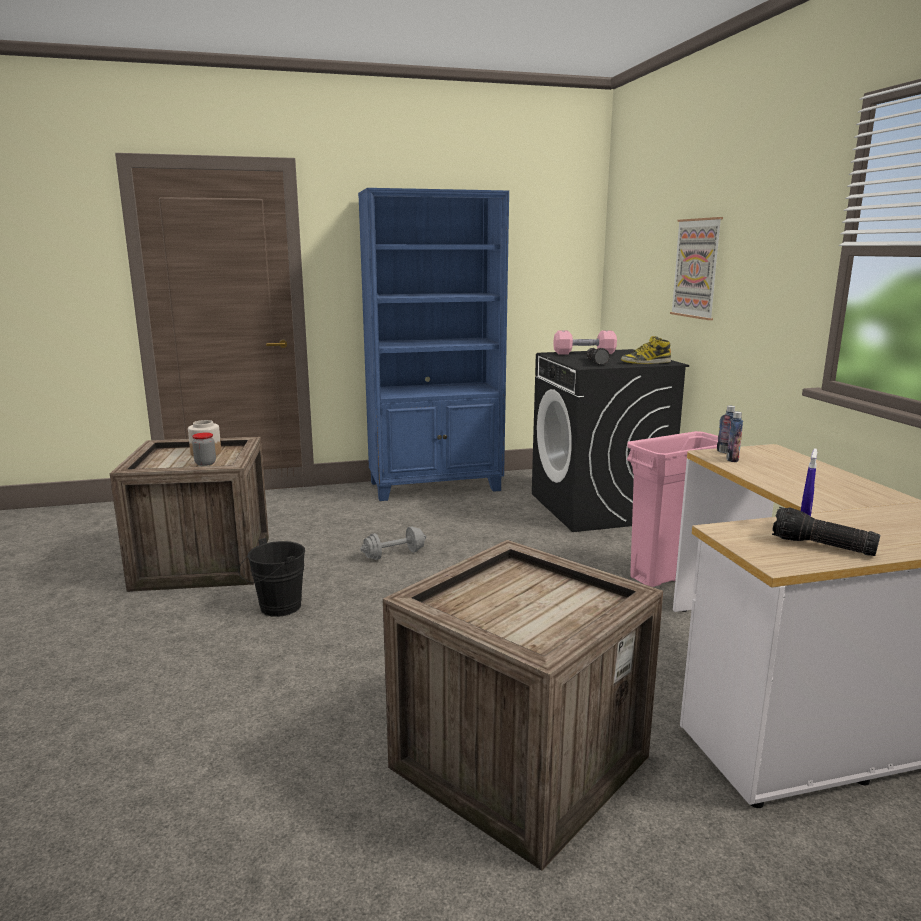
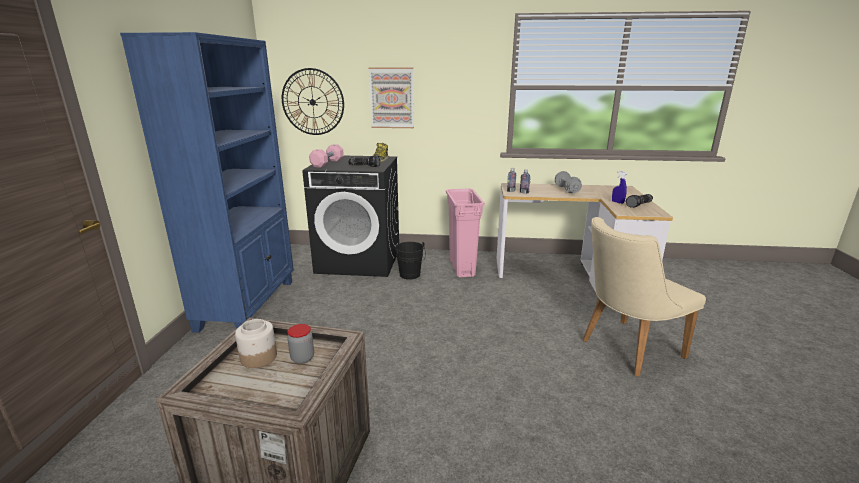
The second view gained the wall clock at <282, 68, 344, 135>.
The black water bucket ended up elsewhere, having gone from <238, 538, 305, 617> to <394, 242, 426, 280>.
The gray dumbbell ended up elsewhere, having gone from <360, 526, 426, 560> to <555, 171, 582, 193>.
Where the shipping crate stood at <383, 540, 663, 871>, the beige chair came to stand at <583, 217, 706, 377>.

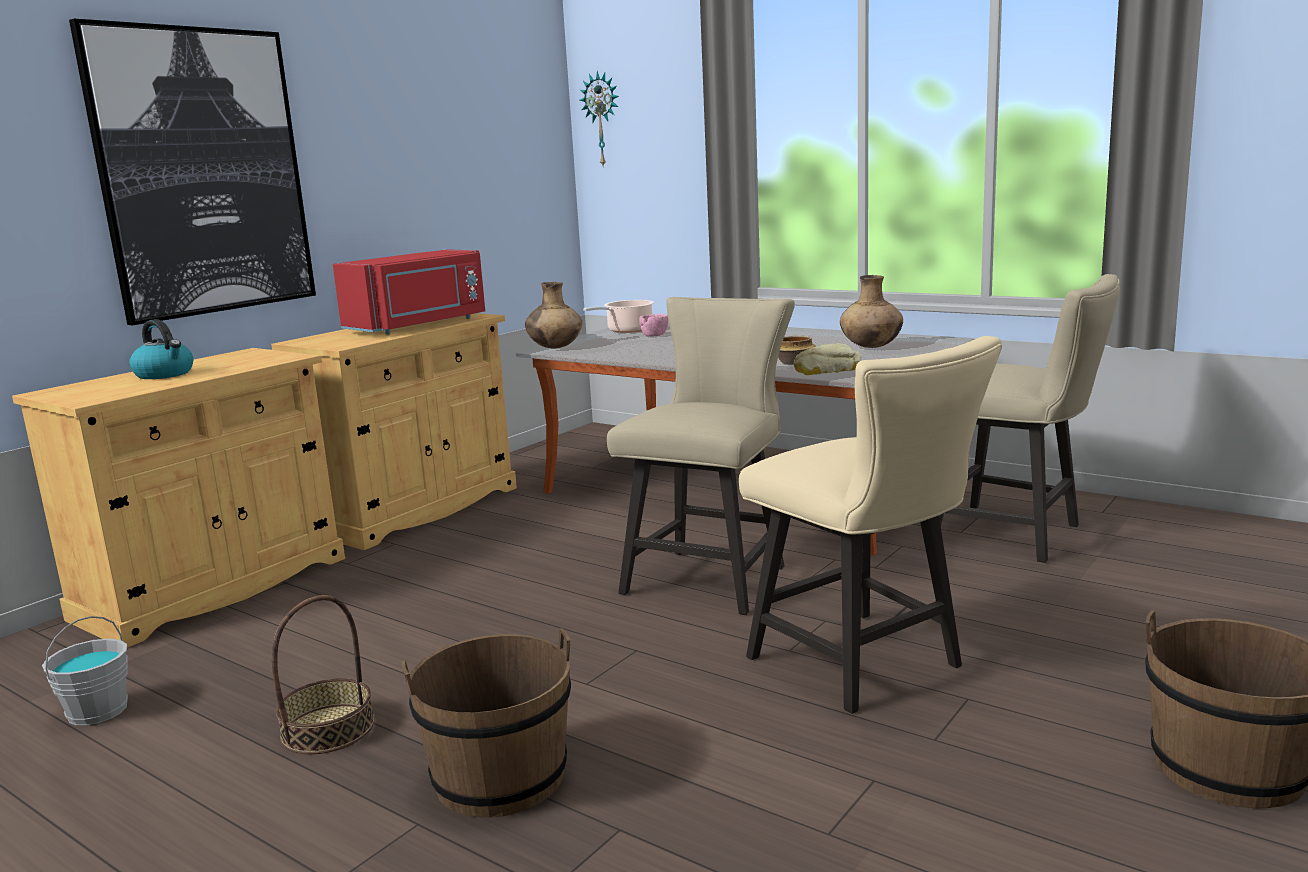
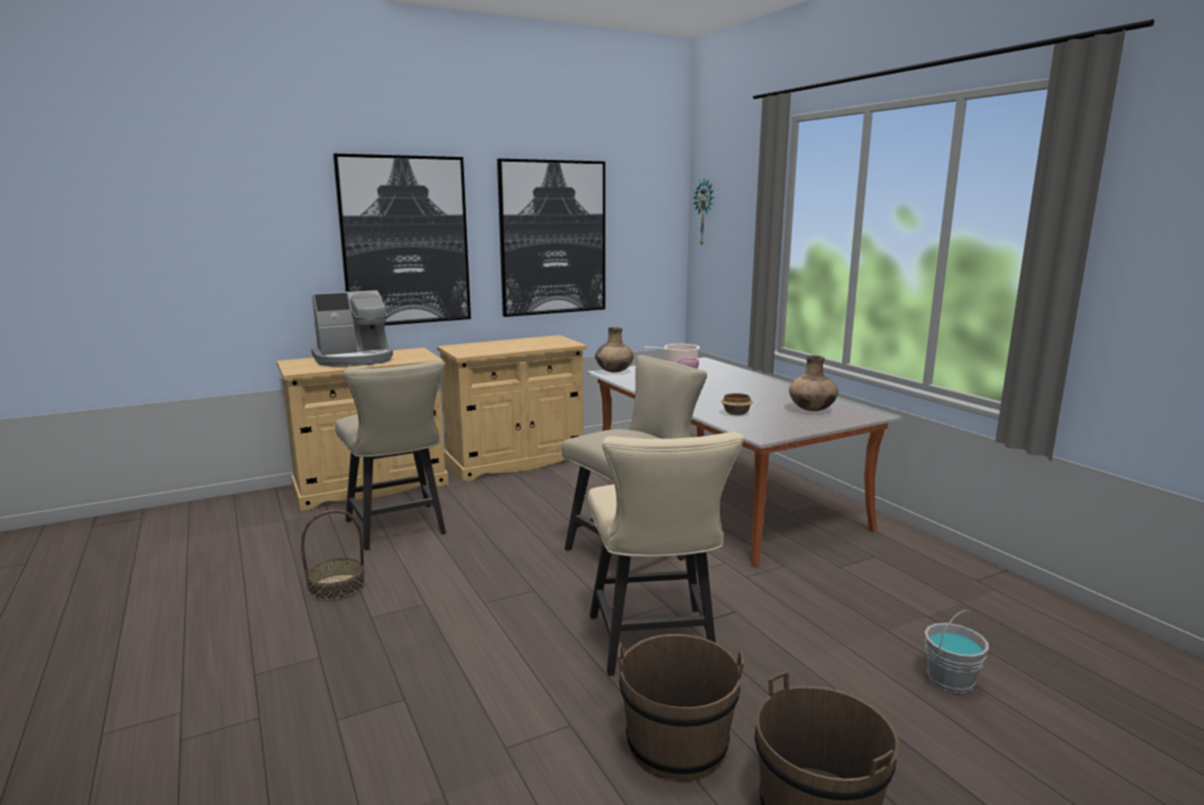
Where the water kettle stood at <129, 319, 193, 379>, the coffee maker came to stand at <311, 290, 393, 367>.
The beige chair ended up elsewhere, having gone from <939, 274, 1120, 563> to <335, 360, 446, 550>.
The second view gained the wall art at <497, 159, 605, 317>.
The brown water bucket ended up elsewhere, having gone from <402, 628, 571, 818> to <618, 634, 744, 782>.
The gray water bucket ended up elsewhere, having gone from <42, 616, 128, 726> to <924, 610, 989, 694>.
The second view lost the red microwave oven at <333, 249, 485, 334>.
The second view lost the bakery bread at <794, 343, 861, 375>.

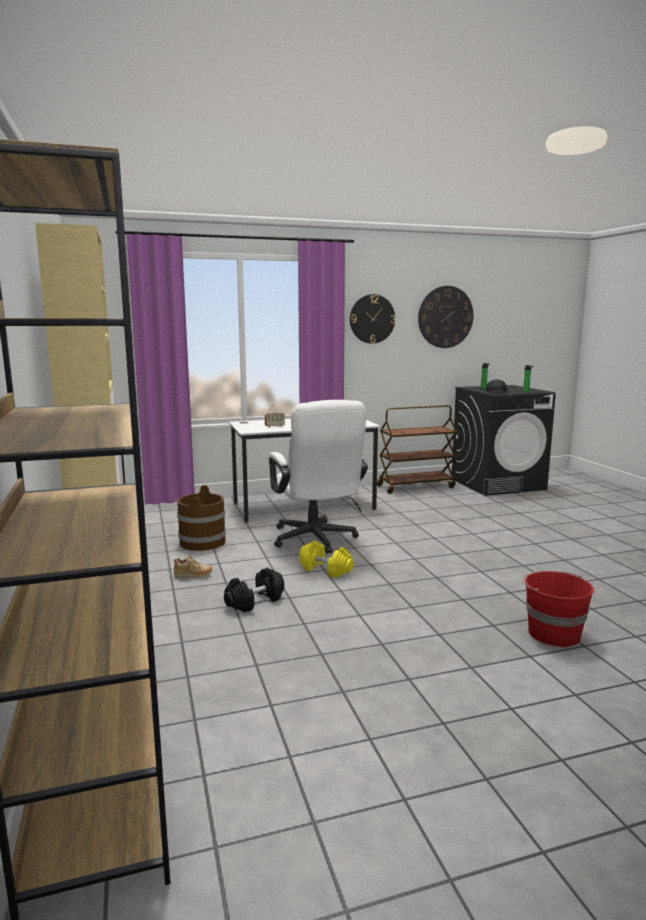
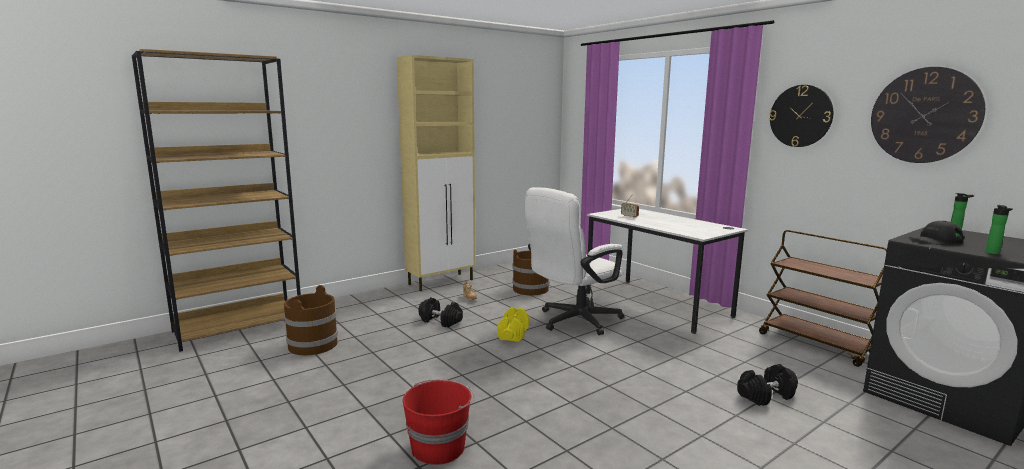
The second view gained the brown water bucket at <284, 285, 338, 355>.
The second view gained the black dumbbell at <737, 364, 798, 406>.

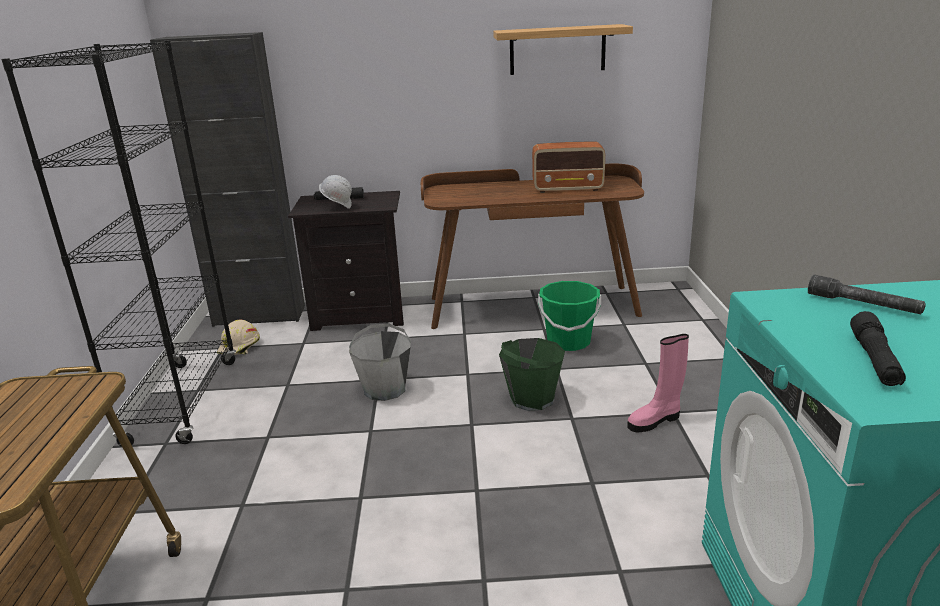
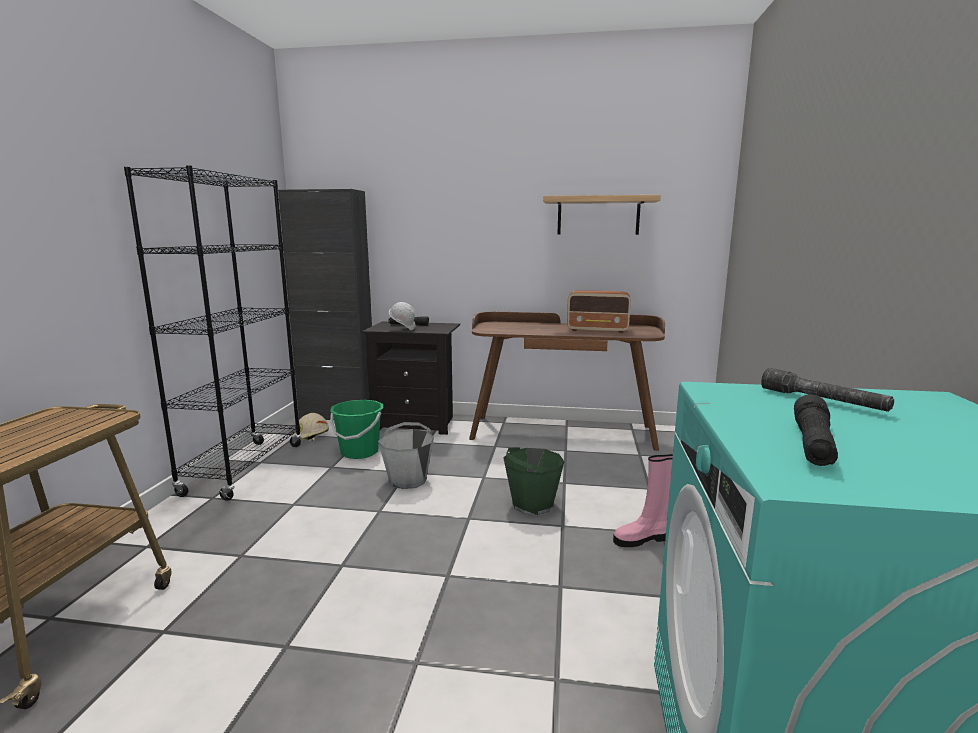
The green-coloured water bucket ended up elsewhere, having gone from <538, 281, 601, 351> to <330, 400, 383, 459>.

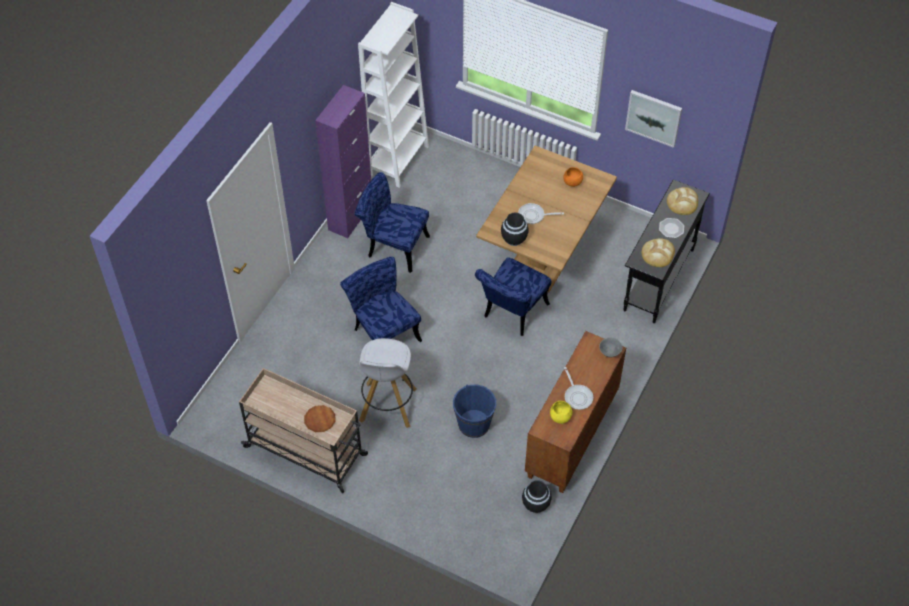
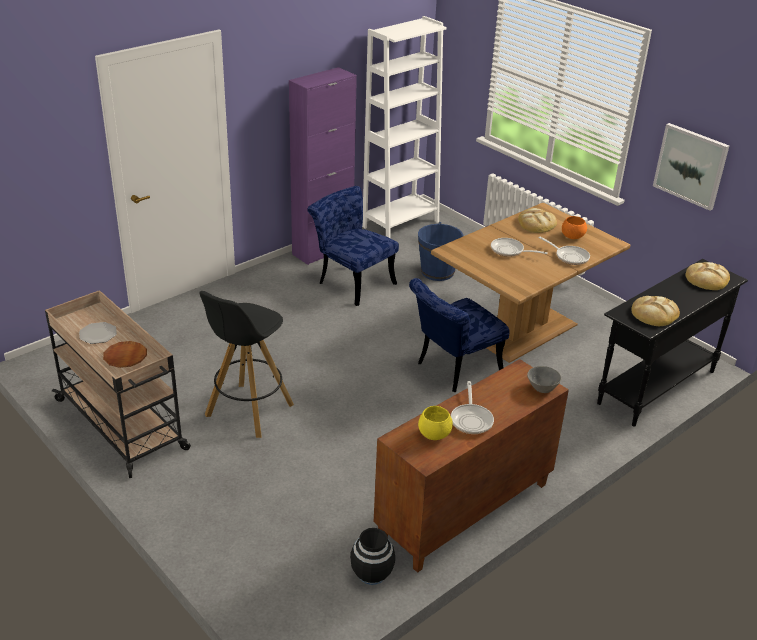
The flat dish ended up elsewhere, having gone from <659, 218, 684, 238> to <79, 322, 117, 344>.
What was the white stool seat at <359, 338, 417, 428> turned into the black stool seat at <199, 291, 294, 438>.
The blue water bucket ended up elsewhere, having gone from <453, 385, 496, 438> to <418, 222, 463, 281>.
The second view gained the bakery bread at <518, 208, 557, 233>.
The second view gained the frying pan at <538, 236, 590, 265>.
The second view lost the blue chair at <340, 257, 422, 342>.
The second view lost the black decorative vase at <501, 212, 529, 246>.

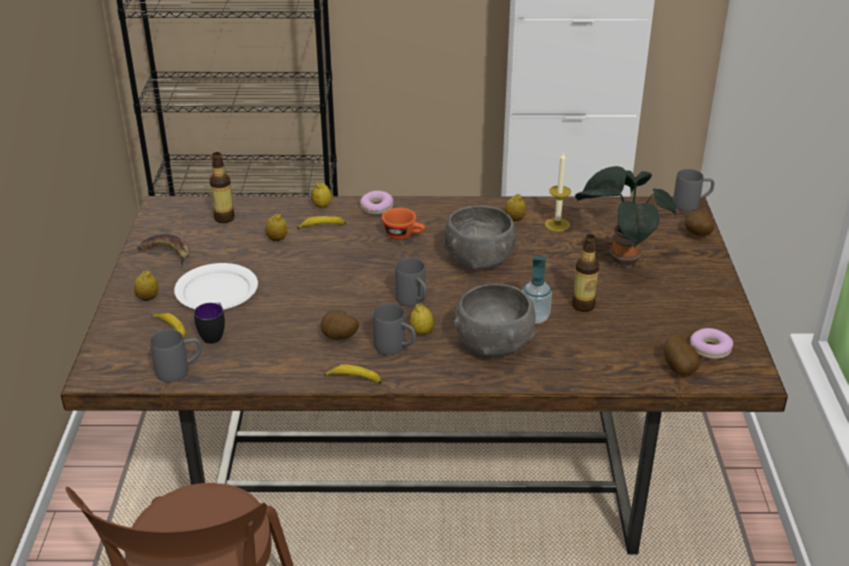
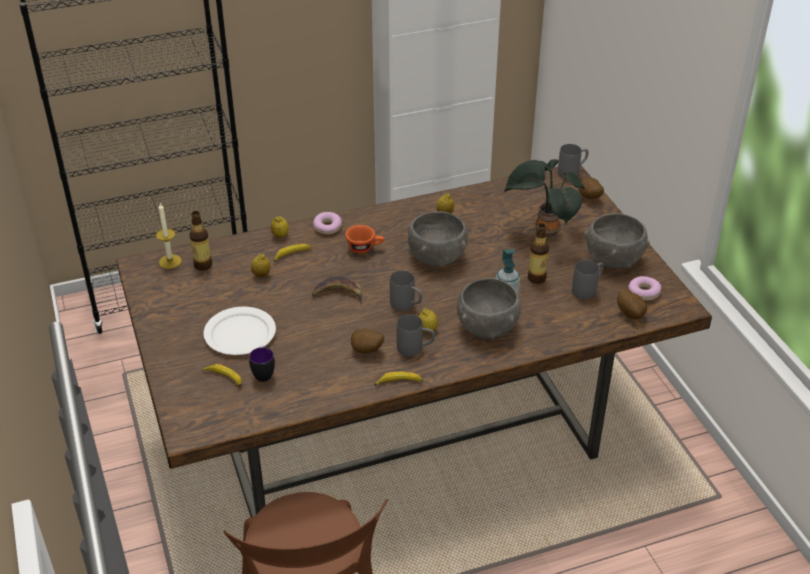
The wax light ended up elsewhere, having gone from <545, 151, 571, 232> to <156, 203, 182, 269>.
The banana ended up elsewhere, having gone from <137, 234, 190, 268> to <312, 277, 362, 304>.
The gray tea mug ended up elsewhere, having gone from <150, 329, 202, 383> to <572, 260, 604, 300>.
The second view gained the gray bowl at <584, 213, 650, 268>.
The second view lost the lemon at <134, 270, 159, 301>.

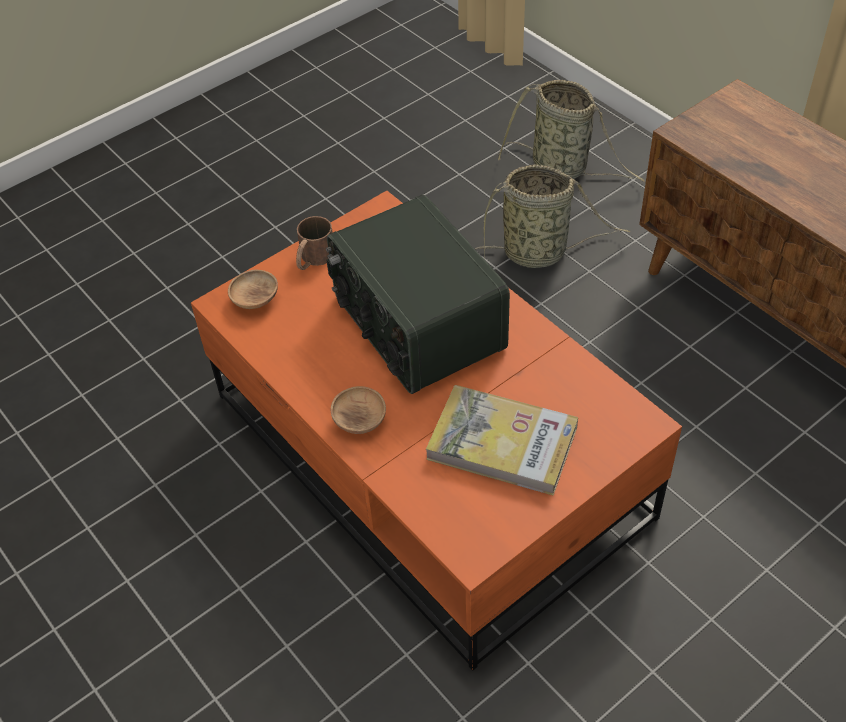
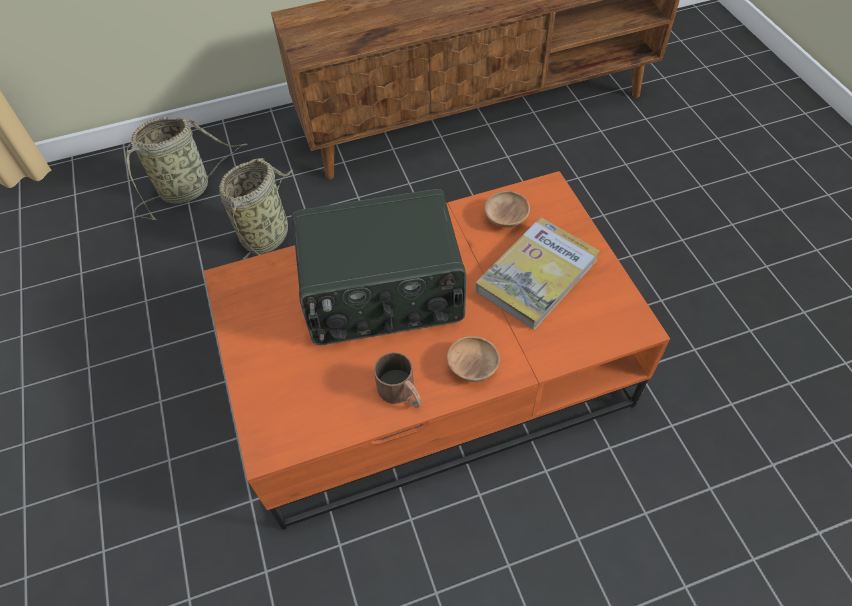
The brown tea mug ended up elsewhere, having gone from <296, 216, 333, 270> to <374, 352, 422, 408>.
The brown bowl ended up elsewhere, having gone from <228, 270, 278, 309> to <485, 191, 530, 228>.

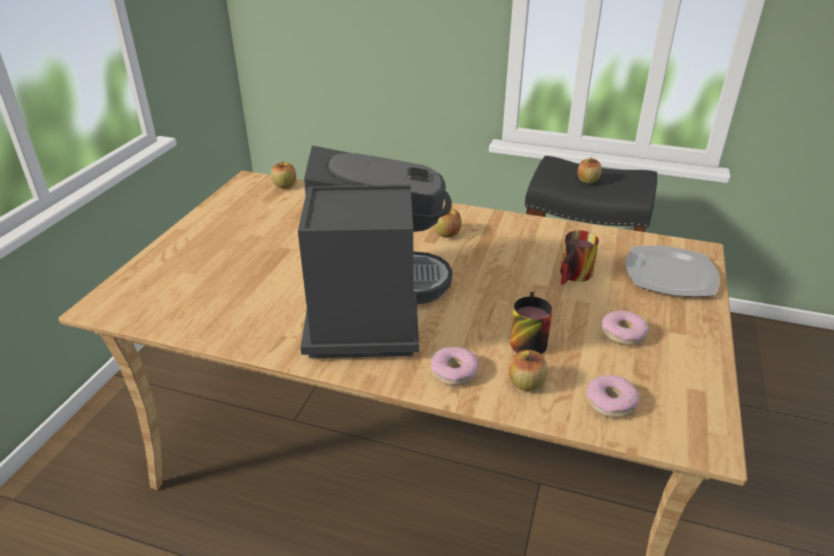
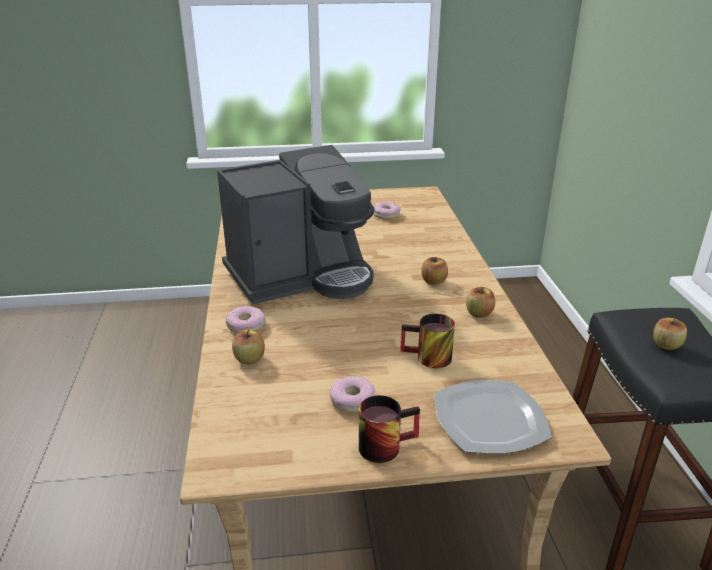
The tea mug ended up elsewhere, having gone from <510, 292, 552, 354> to <359, 395, 420, 463>.
The doughnut ended up elsewhere, having gone from <587, 375, 640, 418> to <373, 202, 401, 219>.
The apple ended up elsewhere, having gone from <271, 161, 296, 189> to <466, 287, 495, 318>.

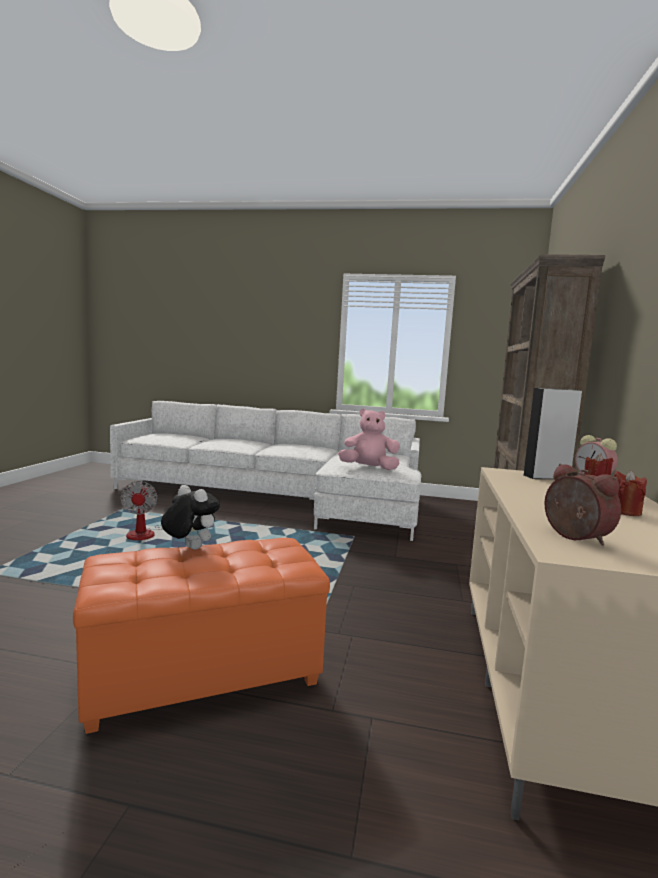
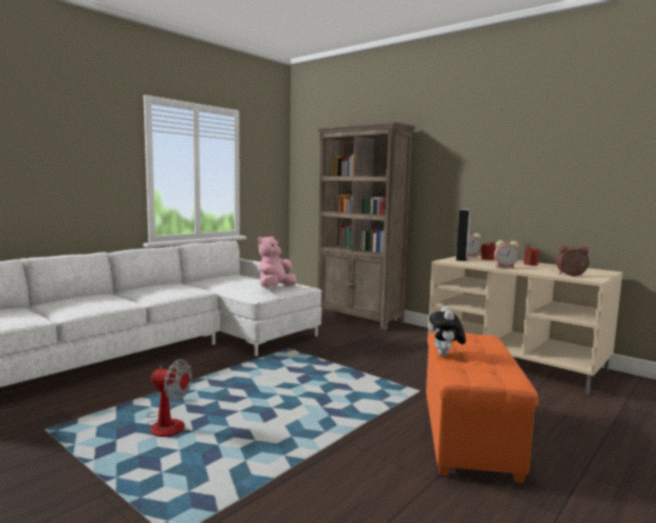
The cuddly toy at <161, 485, 220, 550> ended up facing another way, 60 degrees counterclockwise from before.
The second view gained the bedside clock at <494, 240, 519, 269>.

